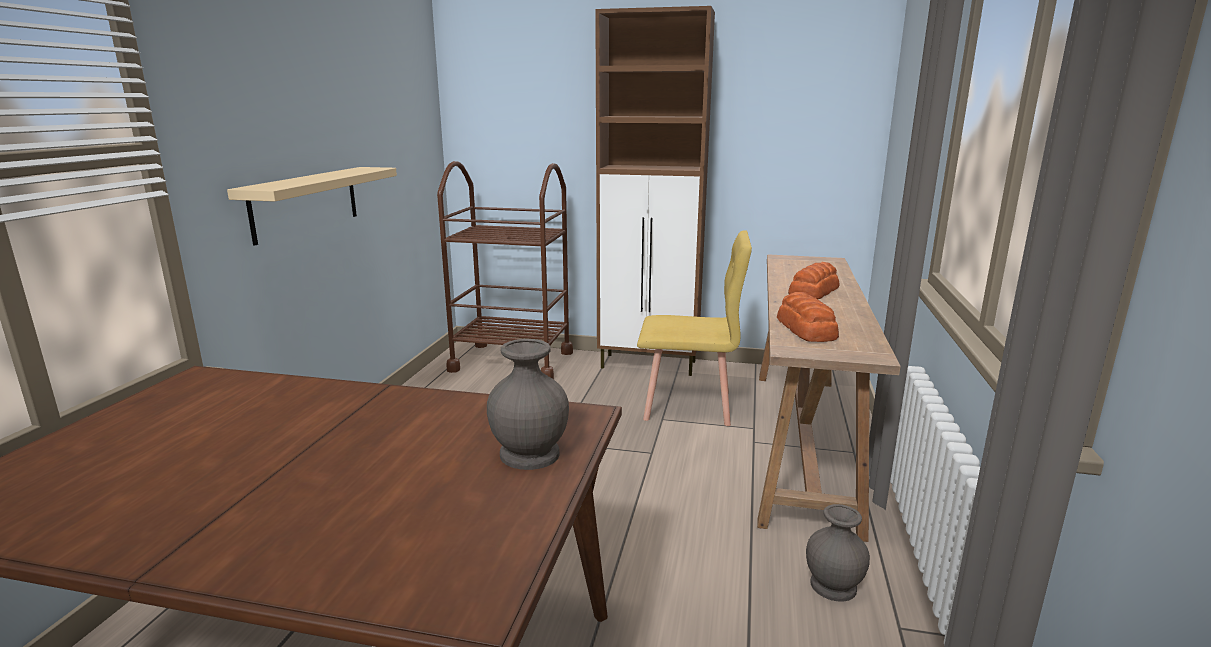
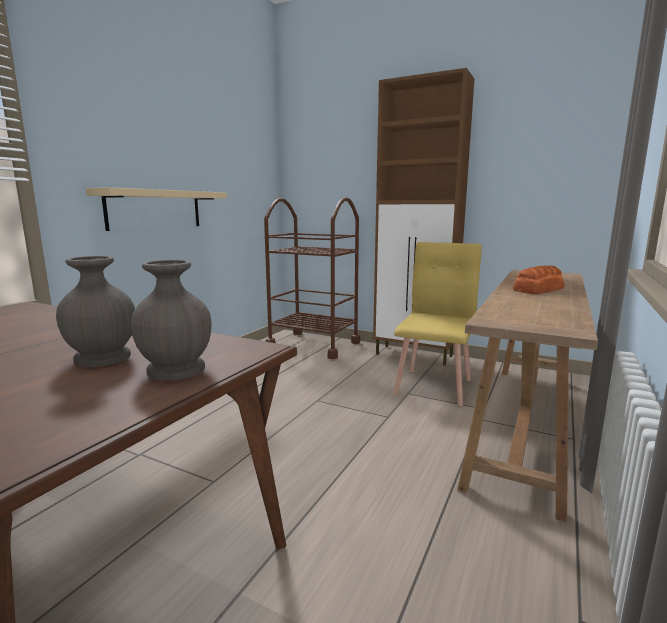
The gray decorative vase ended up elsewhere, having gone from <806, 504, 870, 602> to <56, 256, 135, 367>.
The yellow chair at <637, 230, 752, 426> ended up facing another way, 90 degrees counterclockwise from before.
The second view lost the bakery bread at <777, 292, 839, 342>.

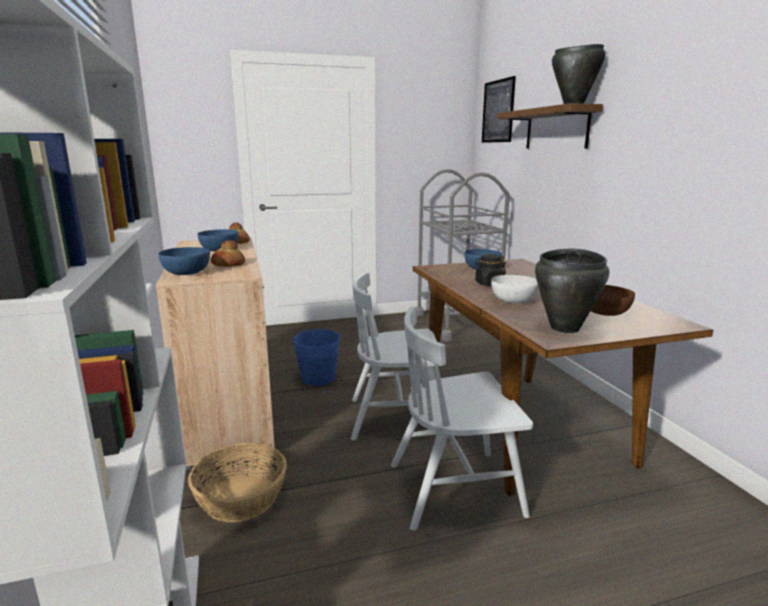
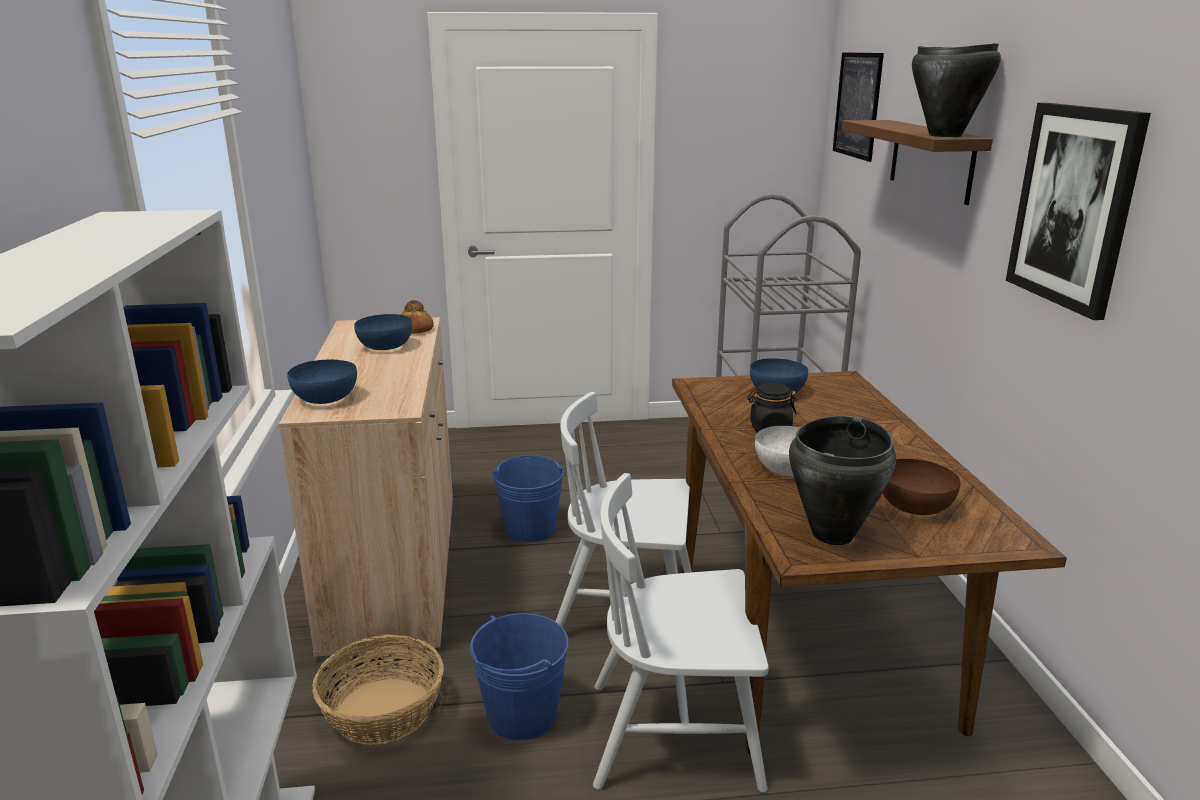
The second view gained the blue water bucket at <470, 613, 569, 740>.
The second view gained the wall art at <1006, 103, 1151, 320>.
The second view lost the bakery bread at <211, 240, 245, 267>.

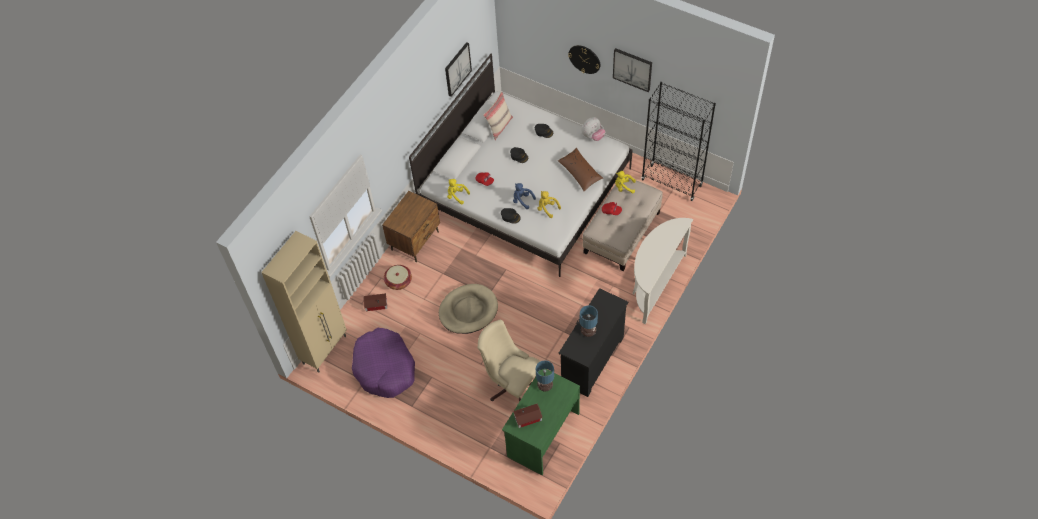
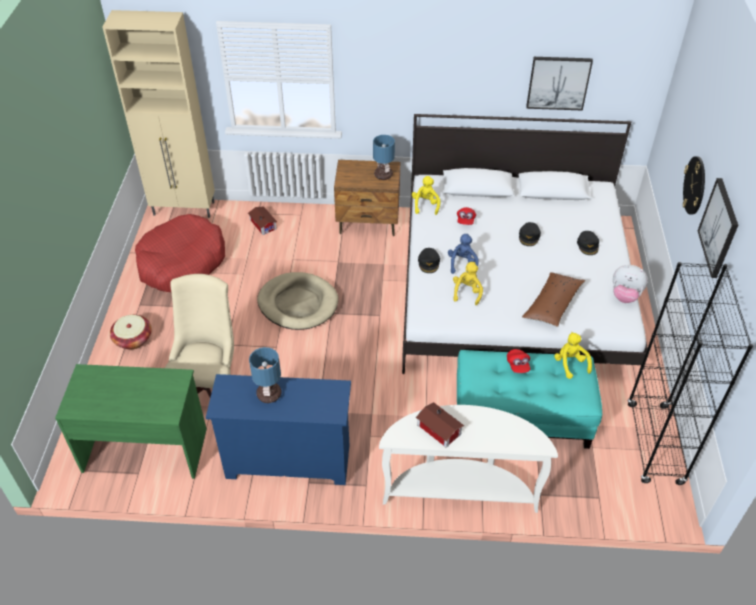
The storage basket ended up elsewhere, having gone from <384, 265, 412, 290> to <110, 315, 152, 350>.
What was the purple pet bed at <352, 328, 415, 398> turned into the red pet bed at <135, 214, 225, 292>.
What was the black dresser at <559, 288, 629, 397> turned into the blue dresser at <206, 374, 351, 485>.
The table lamp ended up elsewhere, having gone from <536, 360, 554, 391> to <373, 135, 395, 180>.
The toy house ended up elsewhere, having gone from <513, 404, 543, 428> to <416, 402, 464, 448>.
What was the beige footrest at <582, 177, 663, 271> turned into the turquoise-coloured footrest at <457, 350, 602, 449>.
The second view lost the beige pillow at <483, 91, 513, 140>.

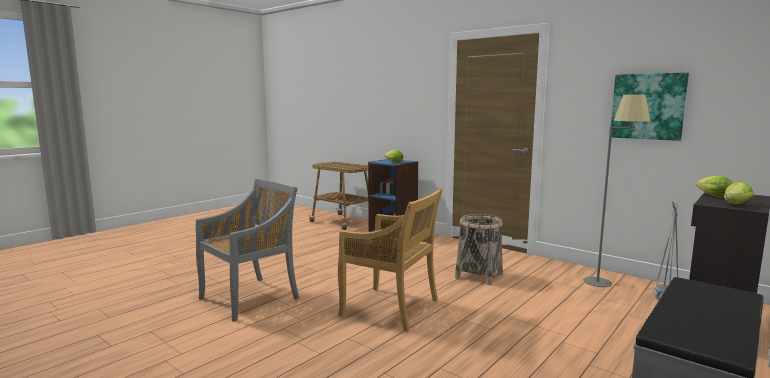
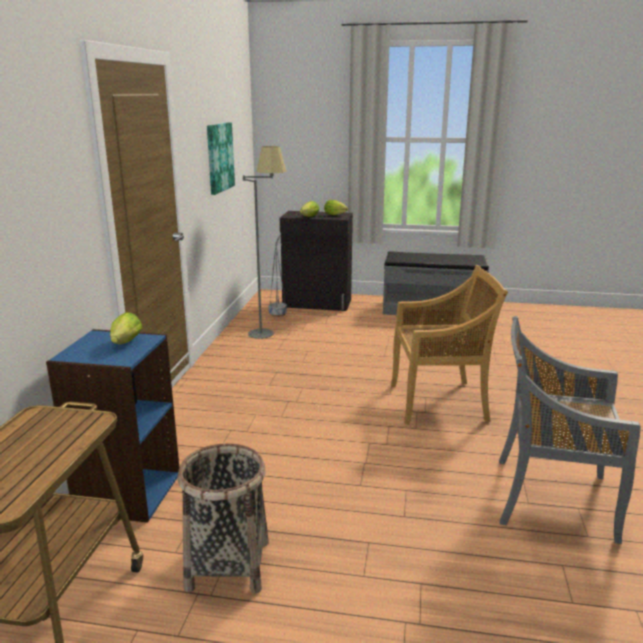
The storage basket ended up elsewhere, having gone from <455, 214, 503, 285> to <178, 443, 269, 593>.
The beige chair at <338, 188, 443, 332> ended up facing another way, 90 degrees clockwise from before.

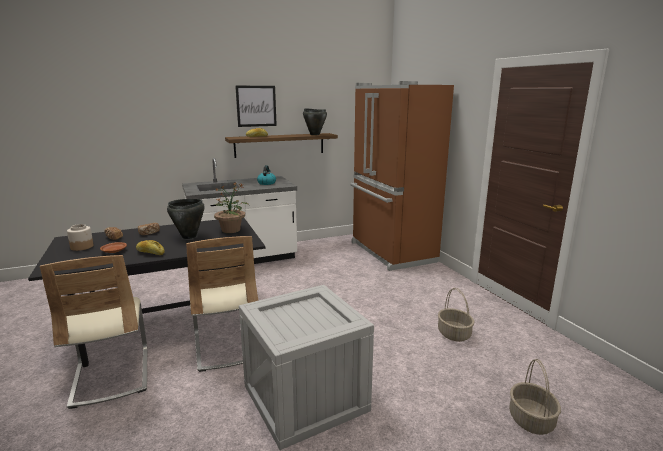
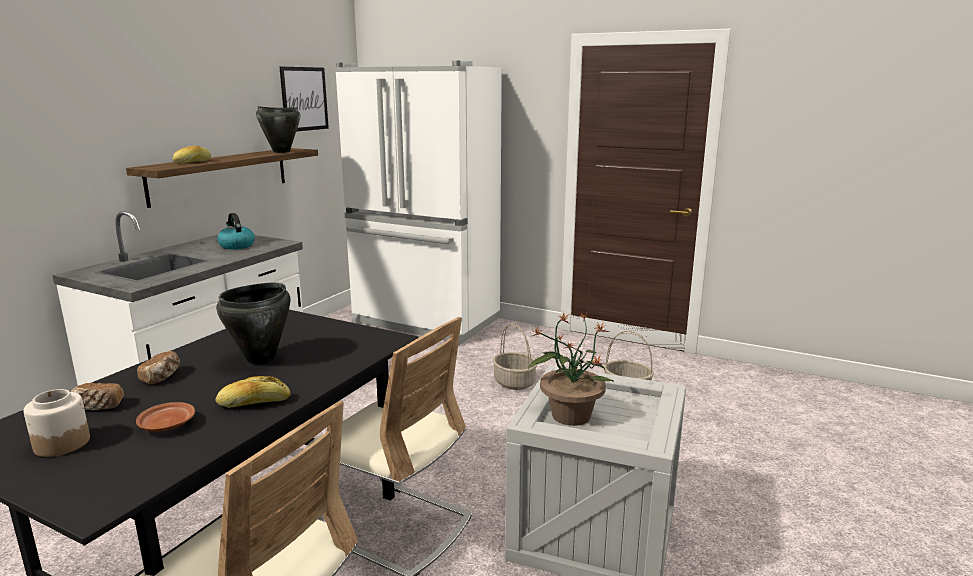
The wall art ended up elsewhere, having gone from <235, 86, 277, 127> to <279, 66, 329, 132>.
What was the brown fridge at <351, 81, 454, 271> turned into the white fridge at <335, 61, 502, 346>.
The storage basket ended up elsewhere, having gone from <509, 359, 561, 435> to <493, 323, 537, 390>.
The potted plant ended up elsewhere, having gone from <214, 182, 249, 233> to <528, 311, 614, 426>.

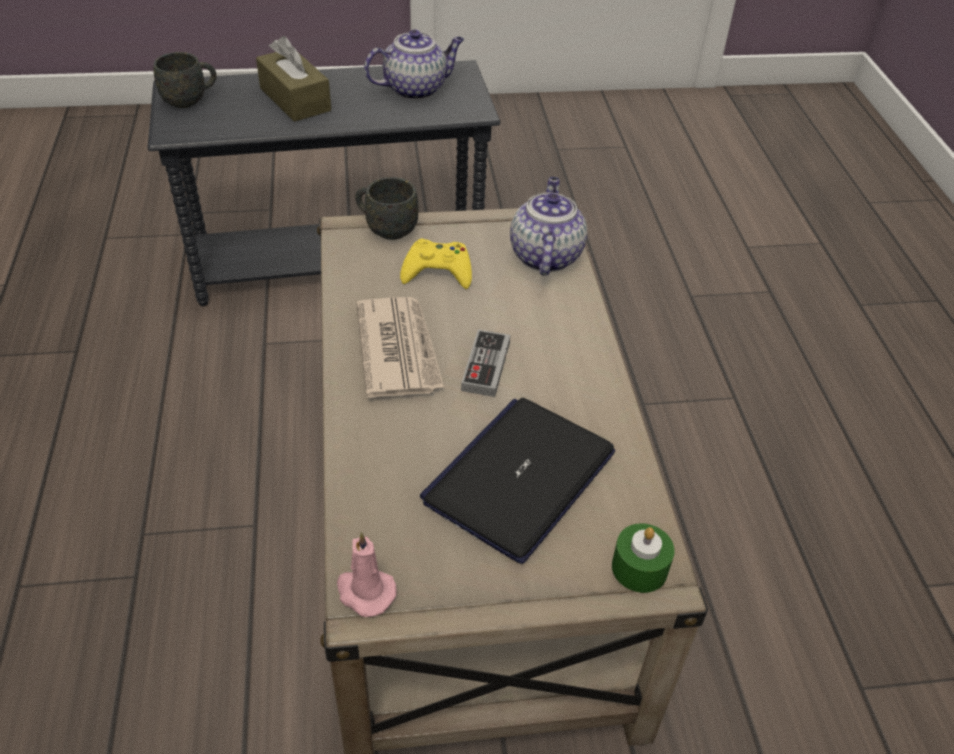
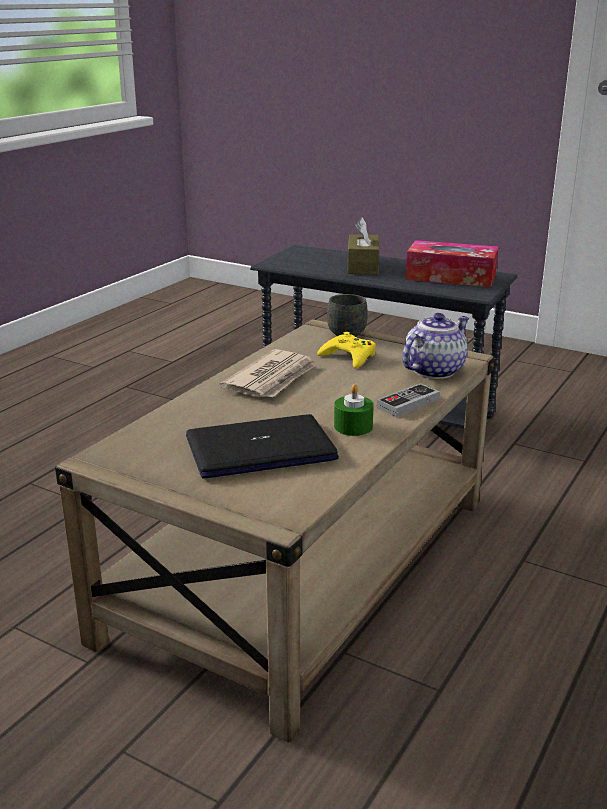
The green-coloured wax light ended up elsewhere, having gone from <612, 523, 675, 593> to <334, 384, 374, 436>.
The joypad ended up elsewhere, having gone from <461, 329, 510, 397> to <377, 383, 440, 417>.
Where the teapot stood at <364, 30, 464, 100>, the tissue holder came to stand at <406, 240, 498, 287>.
The second view lost the gray tea mug at <154, 52, 217, 108>.
The second view lost the pink wax light at <337, 532, 397, 617>.

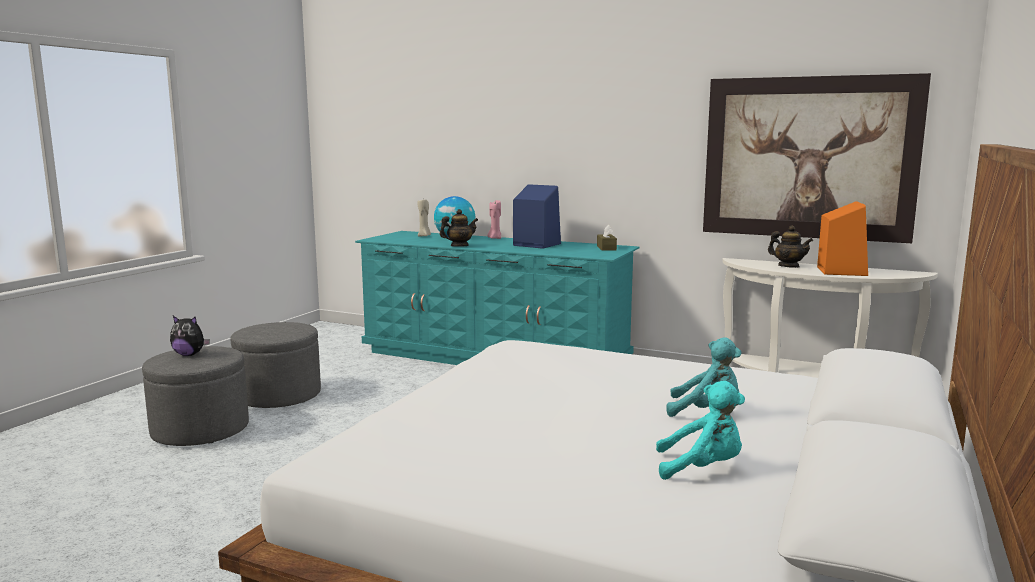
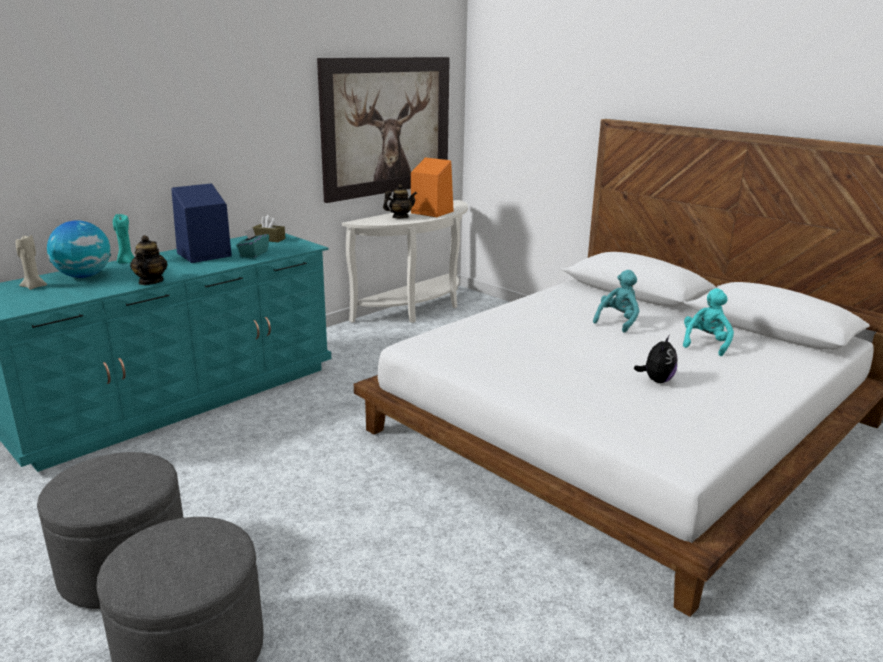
What was the pink wax light at <488, 200, 501, 239> turned into the turquoise-coloured wax light at <113, 214, 134, 263>.
The second view gained the turquoise-coloured tissue holder at <236, 228, 269, 258>.
The cuddly toy ended up elsewhere, having gone from <170, 316, 210, 356> to <634, 336, 677, 383>.

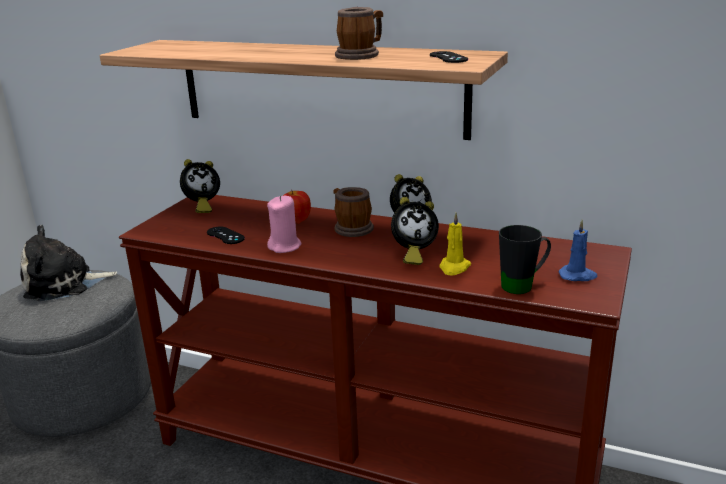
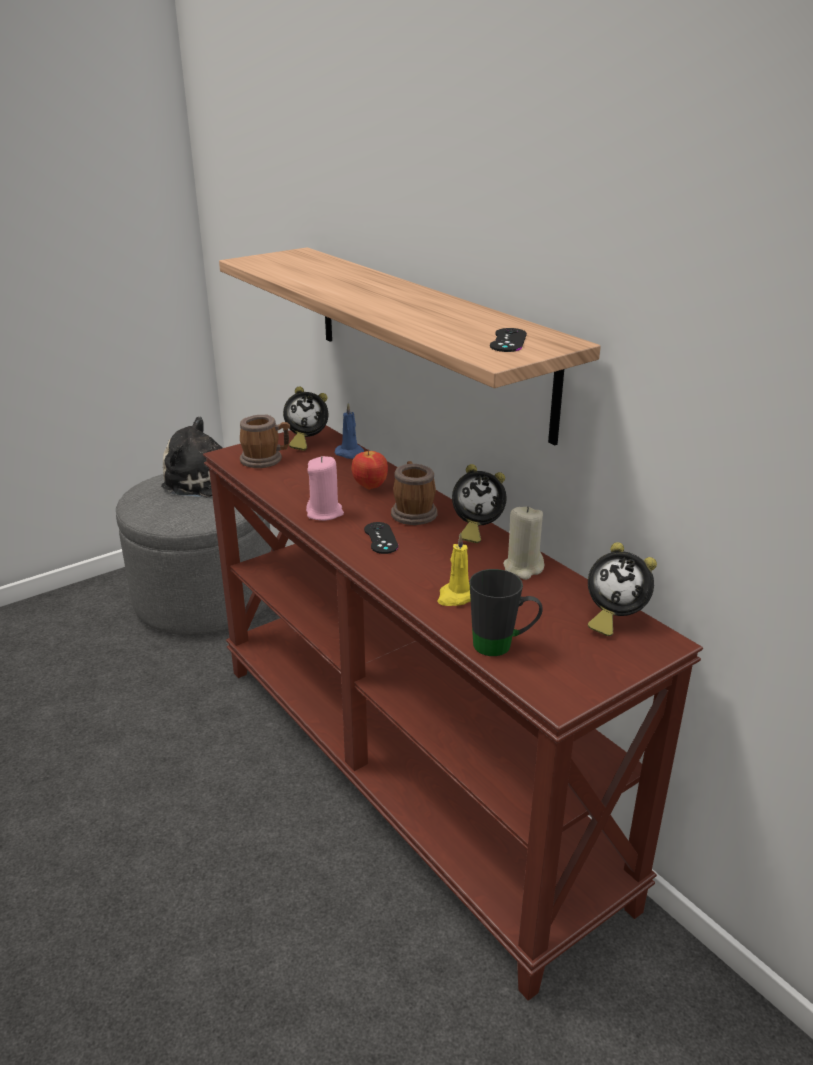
The tea mug ended up elsewhere, having gone from <335, 7, 383, 60> to <240, 415, 290, 468>.
The blue wax light ended up elsewhere, having gone from <559, 219, 598, 281> to <335, 403, 364, 459>.
The black joypad ended up elsewhere, having gone from <207, 226, 245, 244> to <364, 522, 398, 554>.
The second view gained the beige wax light at <503, 506, 544, 580>.
The bedside clock ended up elsewhere, having gone from <391, 197, 439, 265> to <587, 542, 657, 636>.

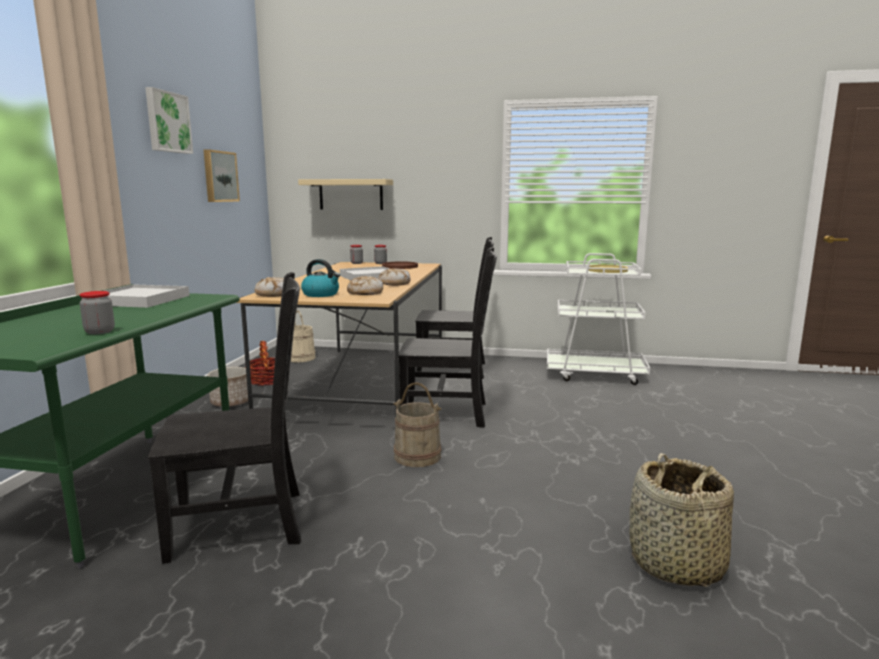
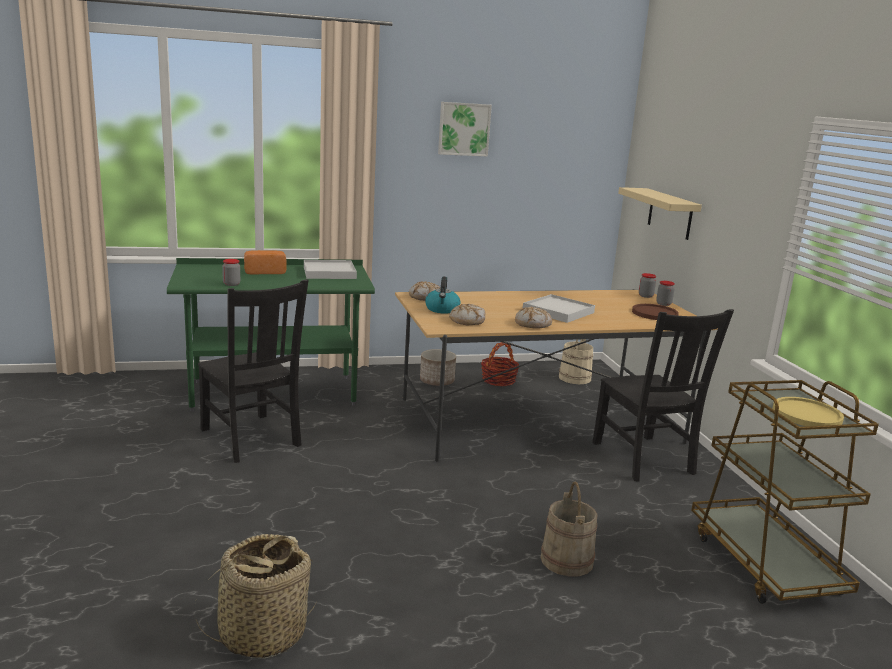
The second view gained the bakery bread at <244, 250, 287, 274>.
The beige water bucket ended up elsewhere, having gone from <393, 382, 441, 467> to <540, 482, 598, 577>.
What was the white trolley at <547, 253, 650, 385> turned into the brown trolley at <691, 380, 879, 604>.
The second view lost the wall art at <204, 150, 240, 202>.
The second view lost the black chair at <399, 247, 497, 428>.

